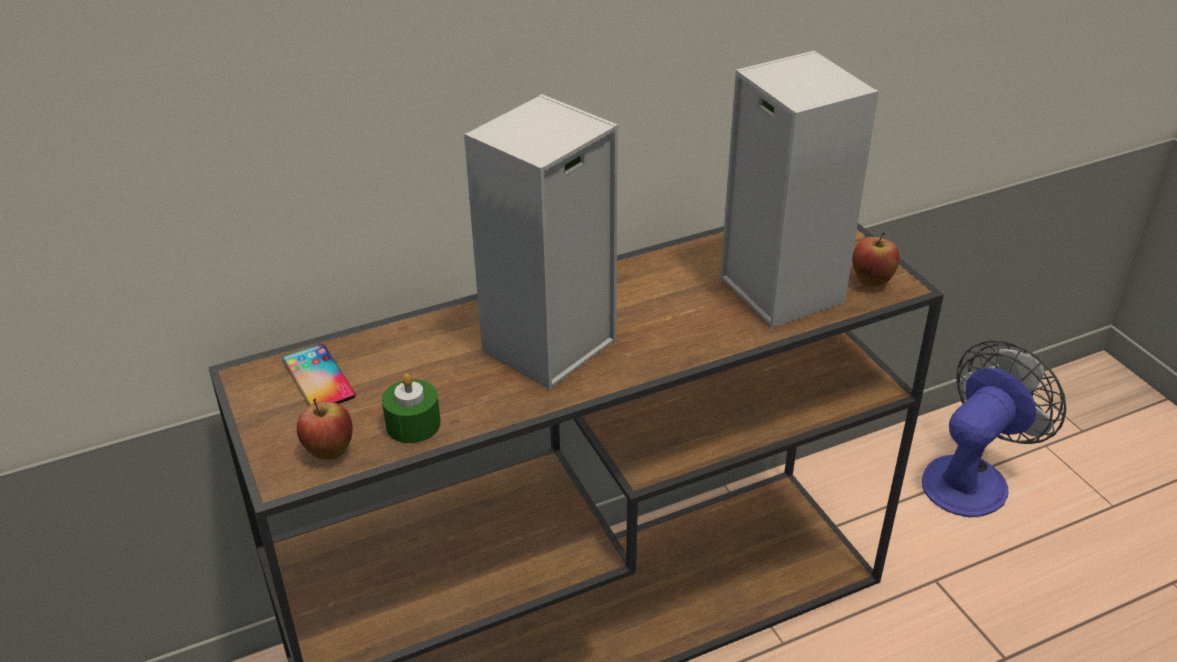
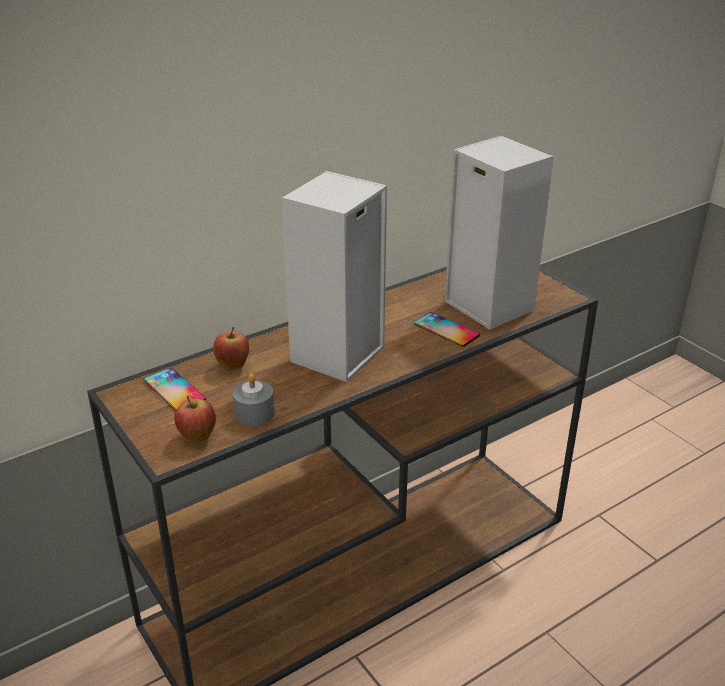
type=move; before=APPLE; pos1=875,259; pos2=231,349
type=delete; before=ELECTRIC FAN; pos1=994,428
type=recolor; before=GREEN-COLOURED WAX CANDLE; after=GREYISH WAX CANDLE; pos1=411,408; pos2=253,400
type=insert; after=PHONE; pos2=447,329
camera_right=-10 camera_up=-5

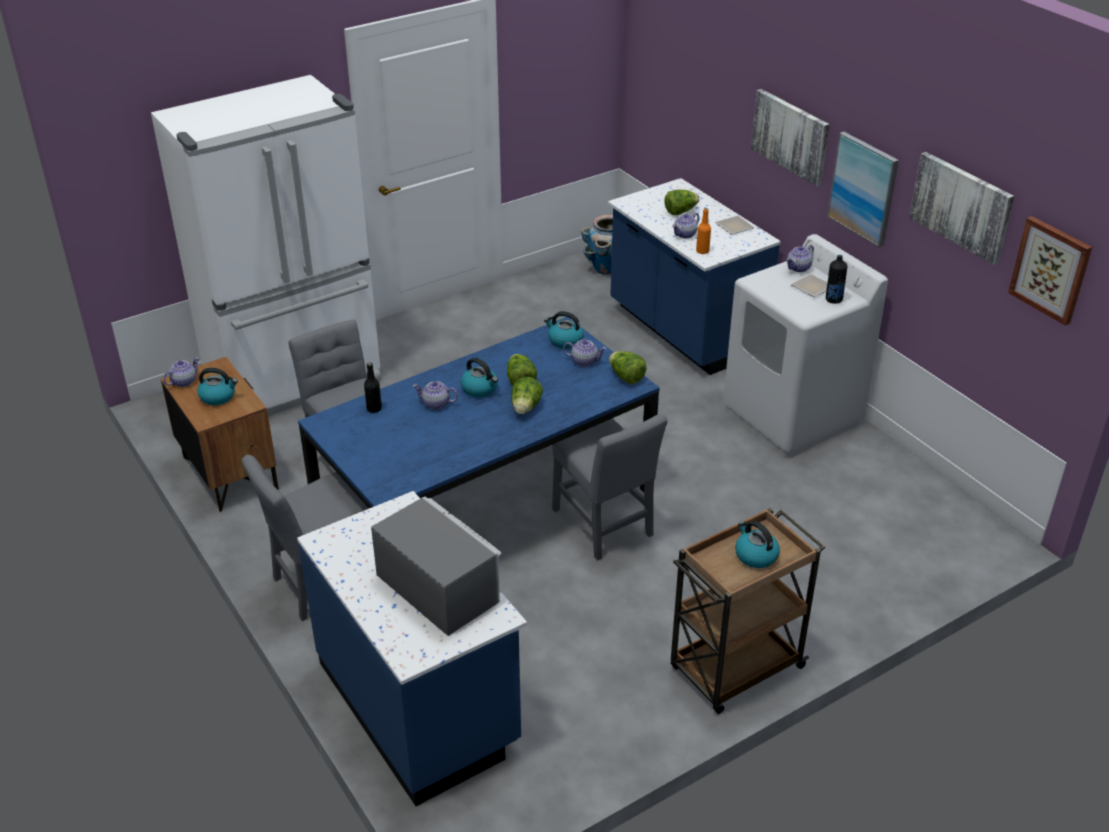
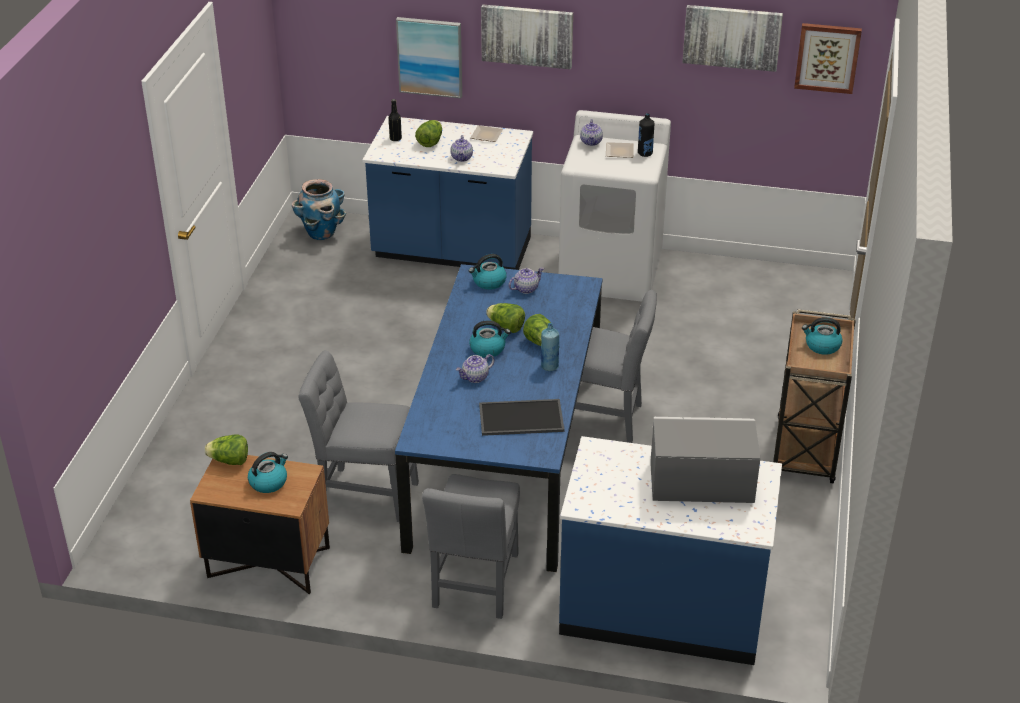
type=delete; before=WHITE-COLOURED FRIDGE; pos1=266,245
type=move; before=PICTURE; pos1=863,190; pos2=429,58
type=delete; before=ORANGE-COLOURED BEVERAGE BOTTLE; pos1=703,231
type=move; before=LETTUCE HEAD; pos1=628,367; pos2=226,450
type=delete; before=POT FOR TEA; pos1=181,372
type=move; before=BLACKISH BEVERAGE BOTTLE; pos1=373,387; pos2=395,120
type=insert; after=BLUE BEVERAGE BOTTLE; pos2=550,347
type=insert; after=SERVING TRAY; pos2=522,417
camera_right=-45 camera_up=0

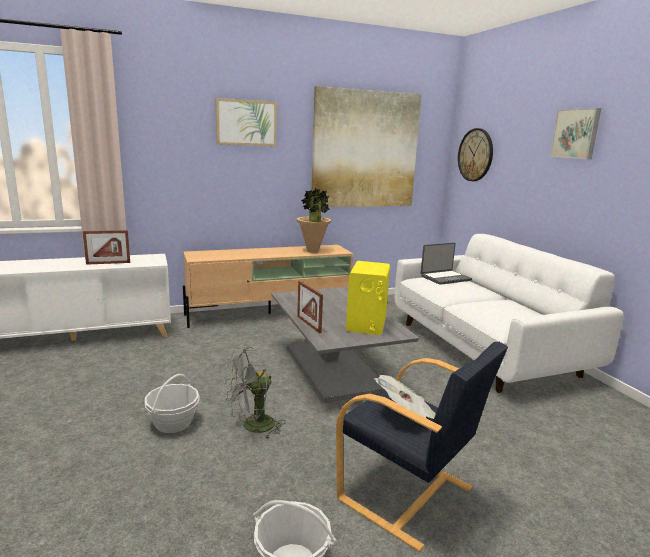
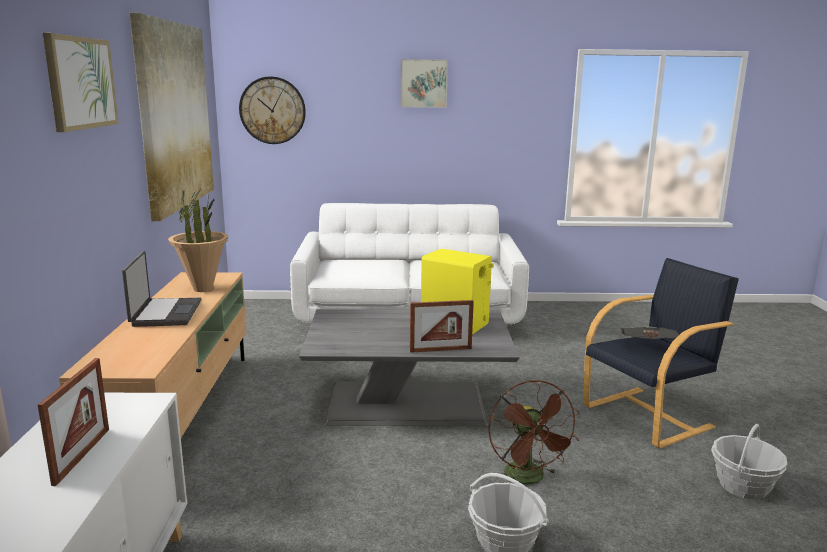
type=move; before=PORTABLE COMPUTER; pos1=446,264; pos2=161,289
type=recolor; before=GREYISH ELECTRIC FAN; after=BROWNISH ELECTRIC FAN; pos1=254,393; pos2=534,432
camera_right=-70 camera_up=0

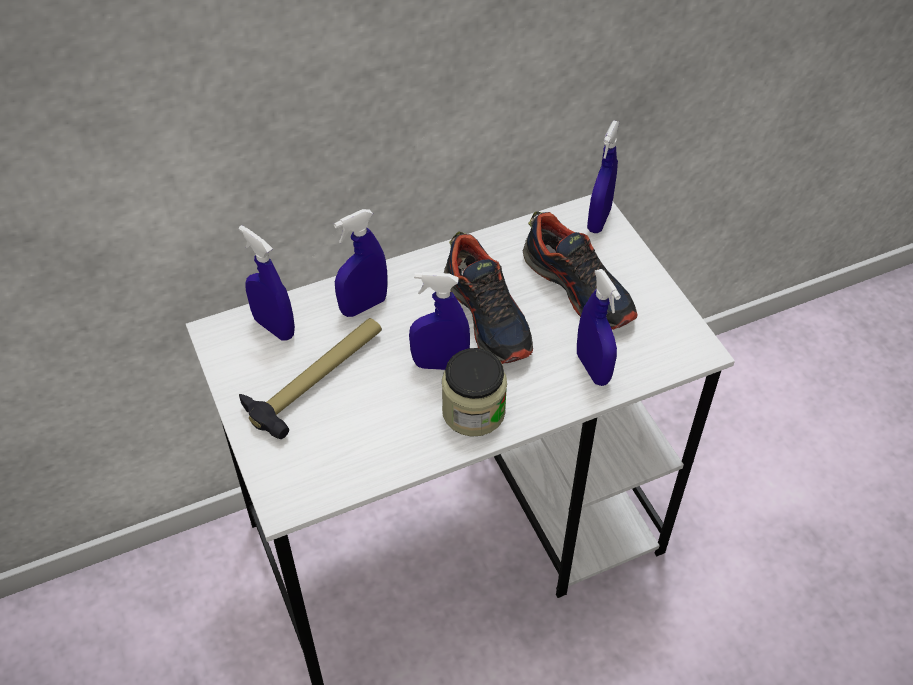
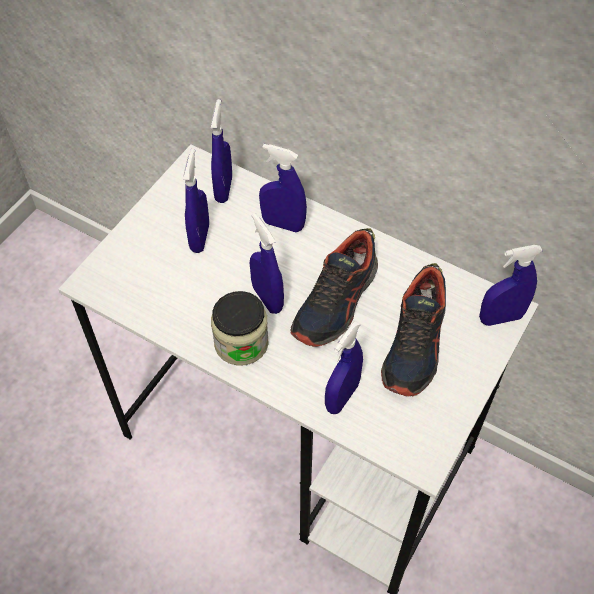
type=replace; before=HAND HAMMER; after=BLUE HAND SPRAYER; pos1=310,378; pos2=196,201
camera_right=55 camera_up=5

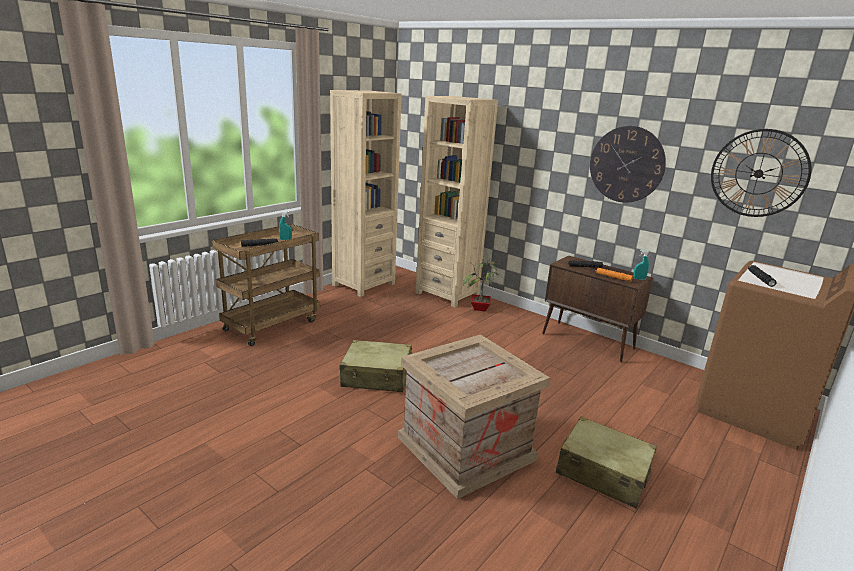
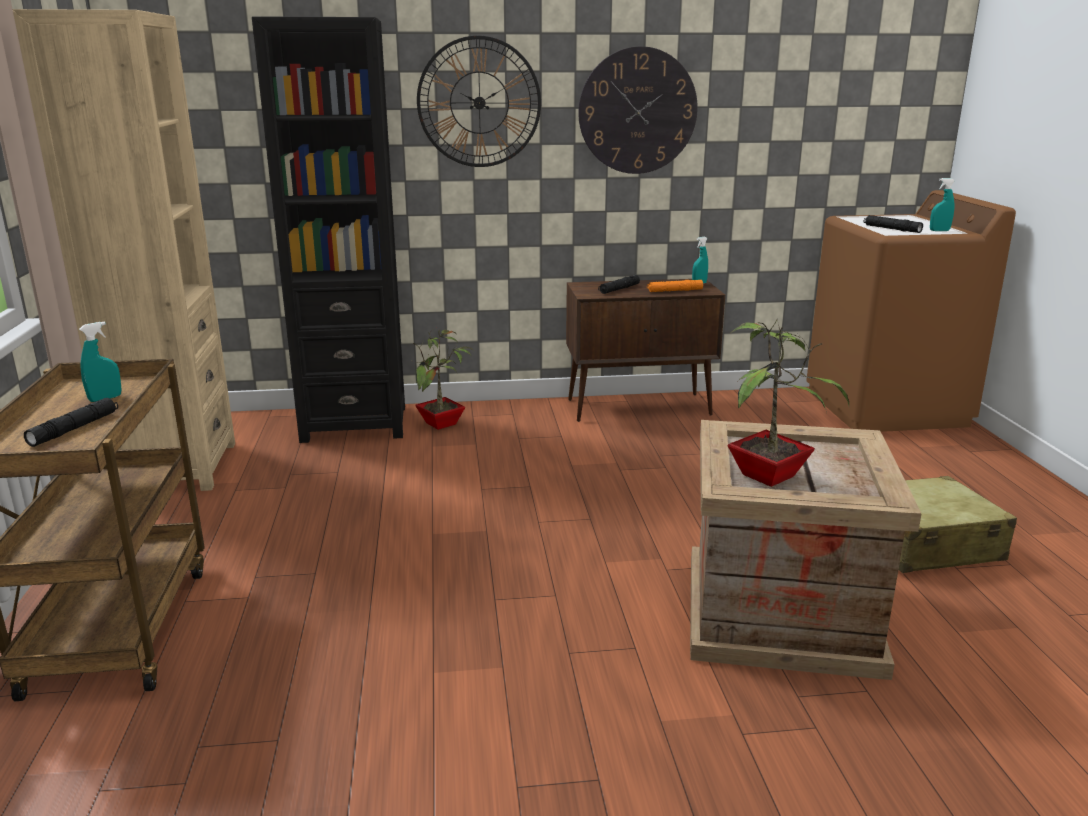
type=recolor; before=BEIGE-COLOURED SHELVING UNIT; after=BLACKISH SHELVING UNIT; pos1=457,201; pos2=328,229
type=move; before=HANGING CLOCK; pos1=761,173; pos2=479,101
type=delete; before=BEIGE-COLOURED TRAVEL CASE; pos1=376,366
type=insert; after=BLUE-GREEN HAND SPRAYER; pos2=942,204
type=insert; after=PLANT IN A POT; pos2=788,402
camera_right=-45 camera_up=0

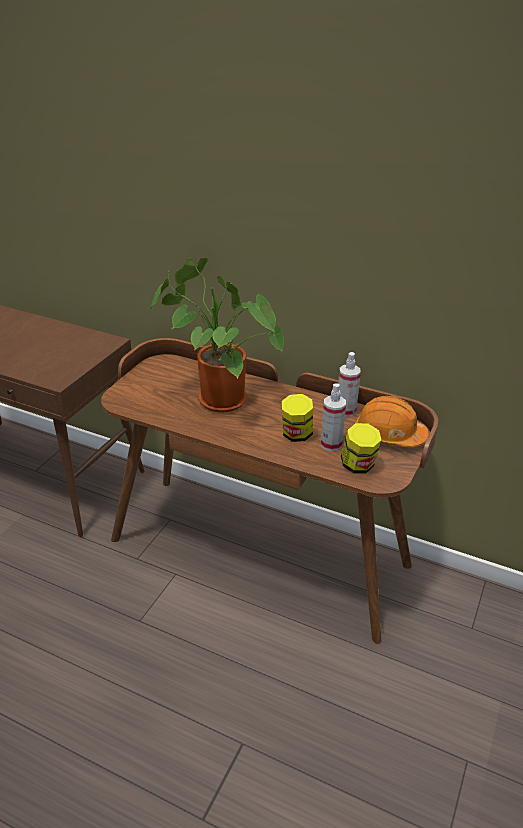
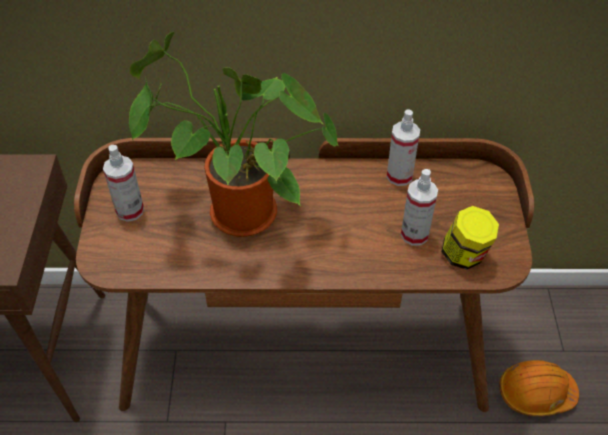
type=delete; before=JAR; pos1=297,418
type=move; before=ORANGE-COLOURED HARD HAT; pos1=392,421; pos2=539,388
type=insert; after=HAND SPRAYER; pos2=123,183
camera_right=-25 camera_up=15

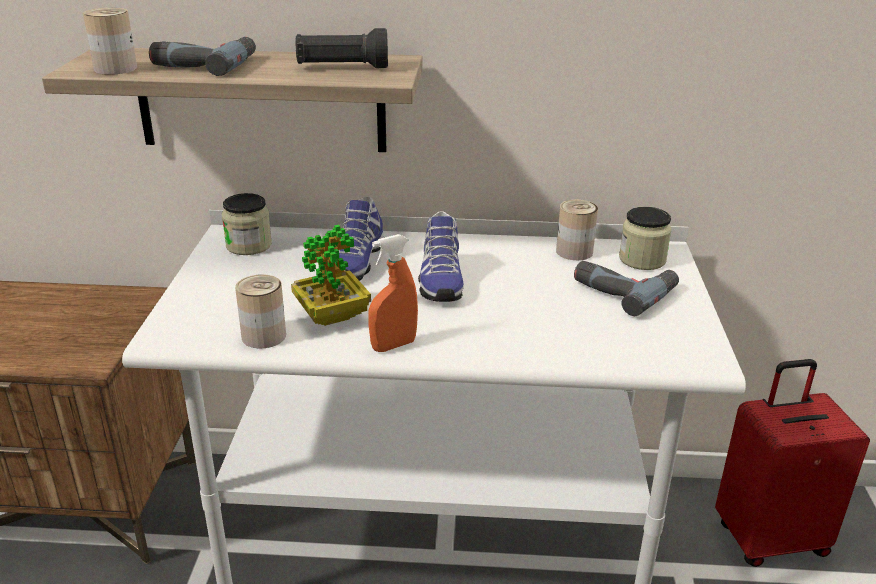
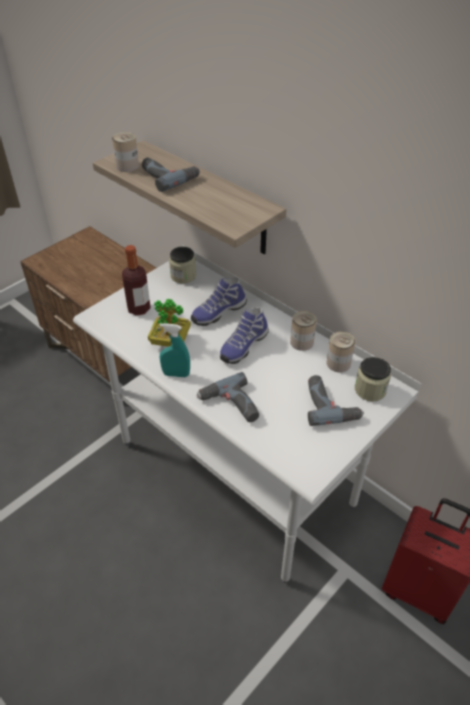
type=delete; before=BLACKISH TORCH; pos1=342,48
type=recolor; before=ORANGE-COLOURED HAND SPRAYER; after=BLUE-GREEN HAND SPRAYER; pos1=393,293; pos2=174,350
type=move; before=CAN; pos1=260,311; pos2=303,331
type=insert; after=BEVERAGE BOTTLE; pos2=136,280
type=insert; after=ELECTRIC DRILL; pos2=227,397
camera_right=40 camera_up=15

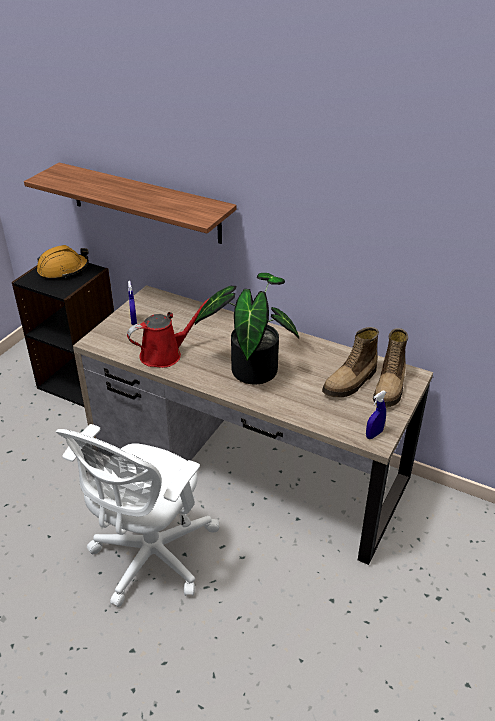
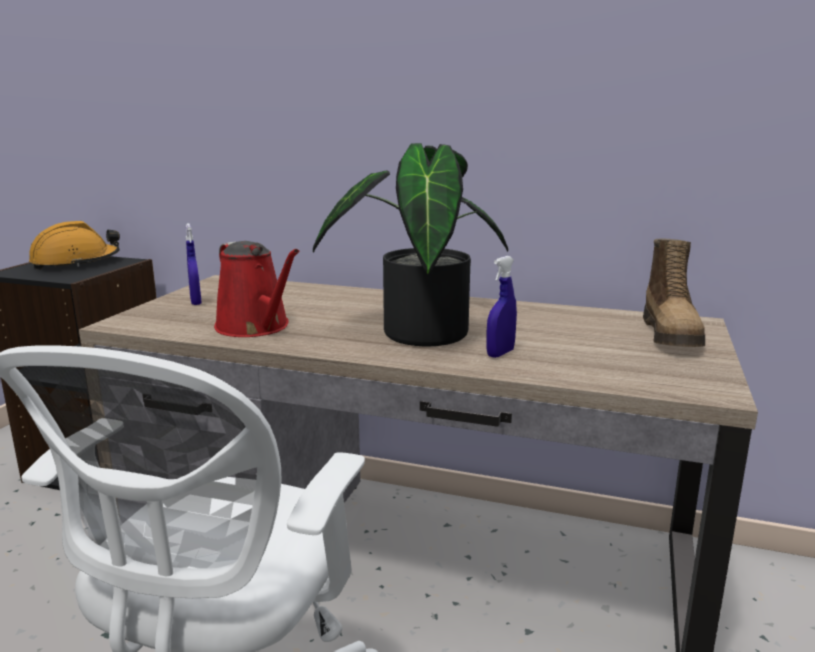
type=delete; before=SHELF; pos1=130,203
type=rotate; before=RED-COLOURED SPRINKLING CAN; pos1=168,333; pos2=257,289; turn=90
type=delete; before=TALL BOOT; pos1=350,362
type=move; before=BLUE HAND SPRAYER; pos1=376,415; pos2=501,307
camera_right=-10 camera_up=-20

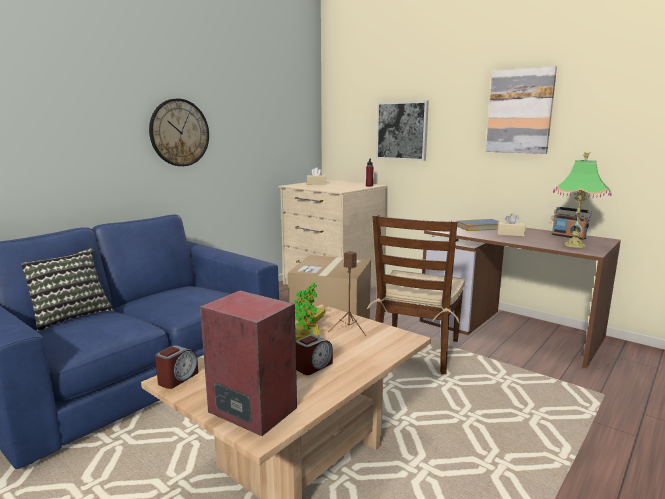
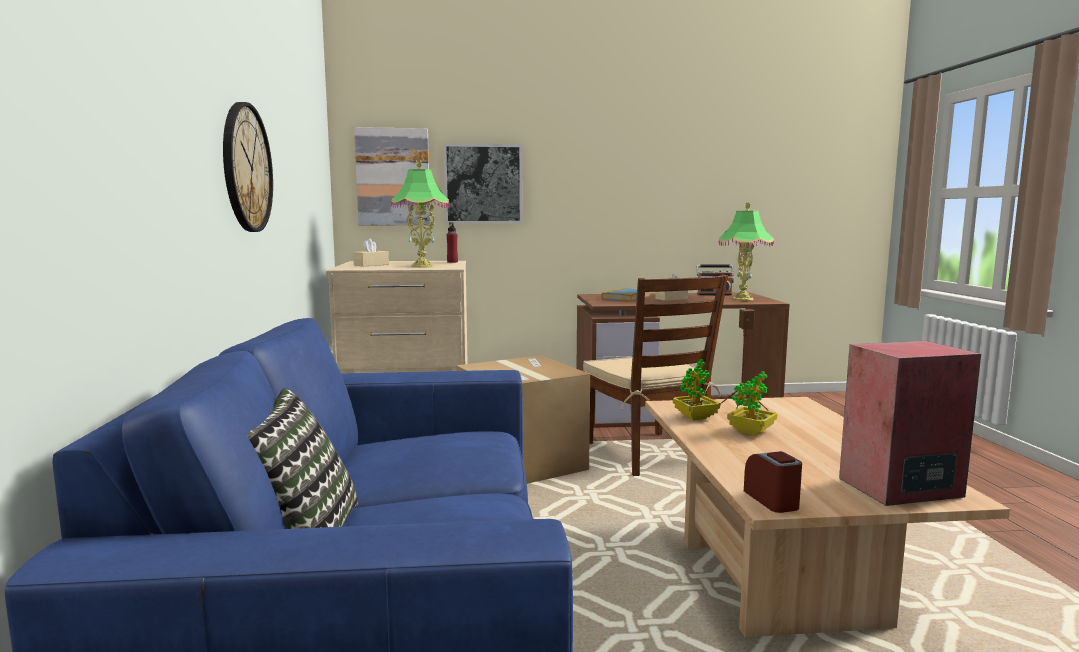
type=move; before=PICTURE; pos1=521,110; pos2=392,176
type=delete; before=ALARM CLOCK; pos1=314,355
type=insert; after=TABLETOP LAMP; pos2=420,214
camera_right=-45 camera_up=-5

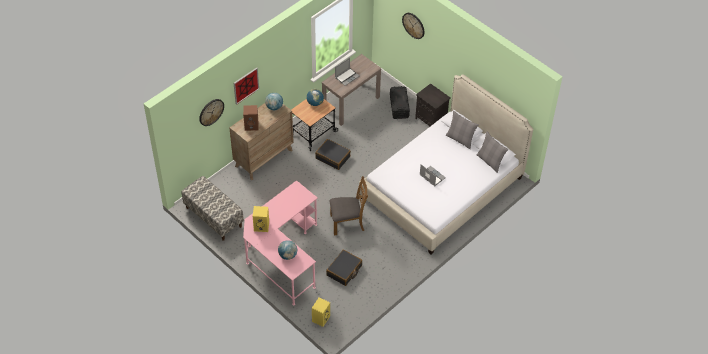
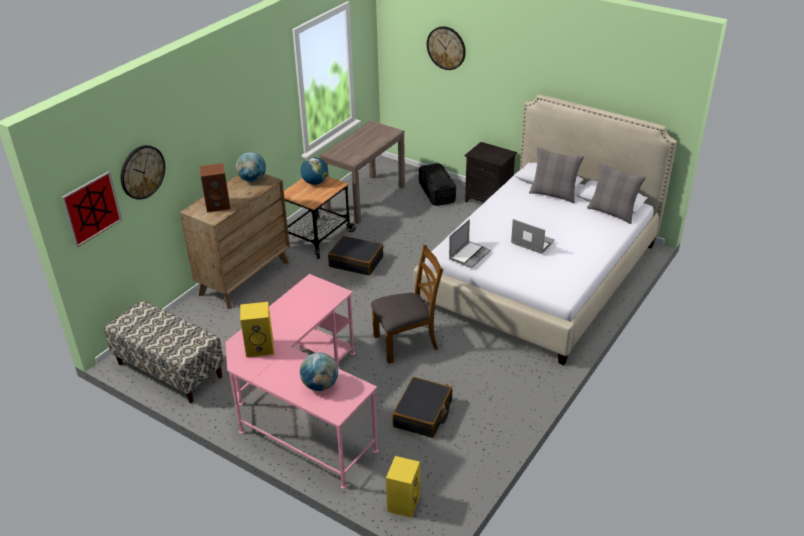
type=move; before=PORTABLE COMPUTER; pos1=347,72; pos2=470,243
type=move; before=PICTURE; pos1=246,86; pos2=91,209
camera_right=-10 camera_up=-15

